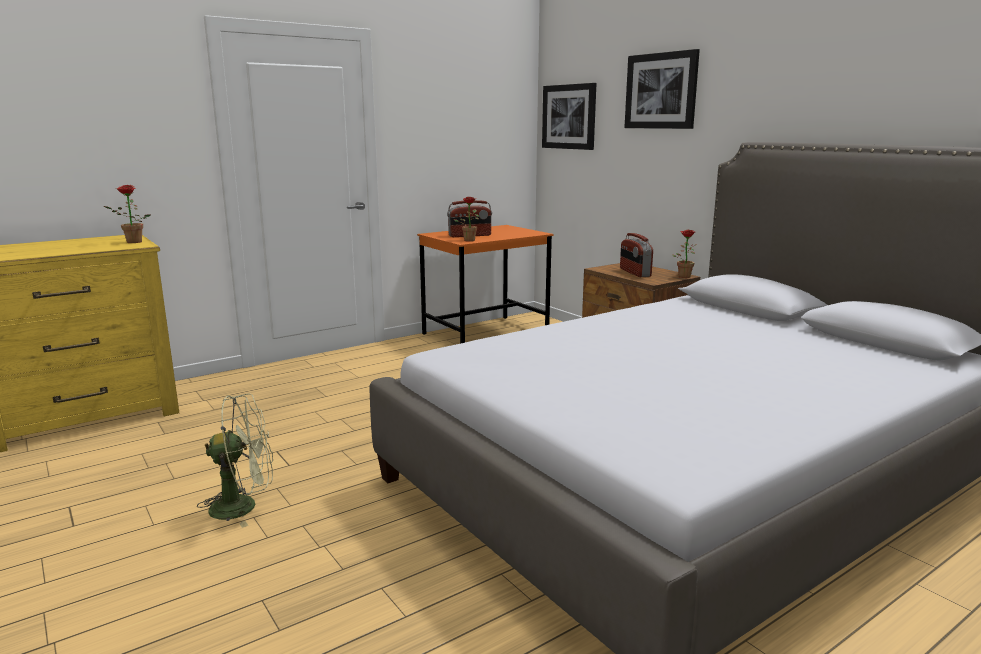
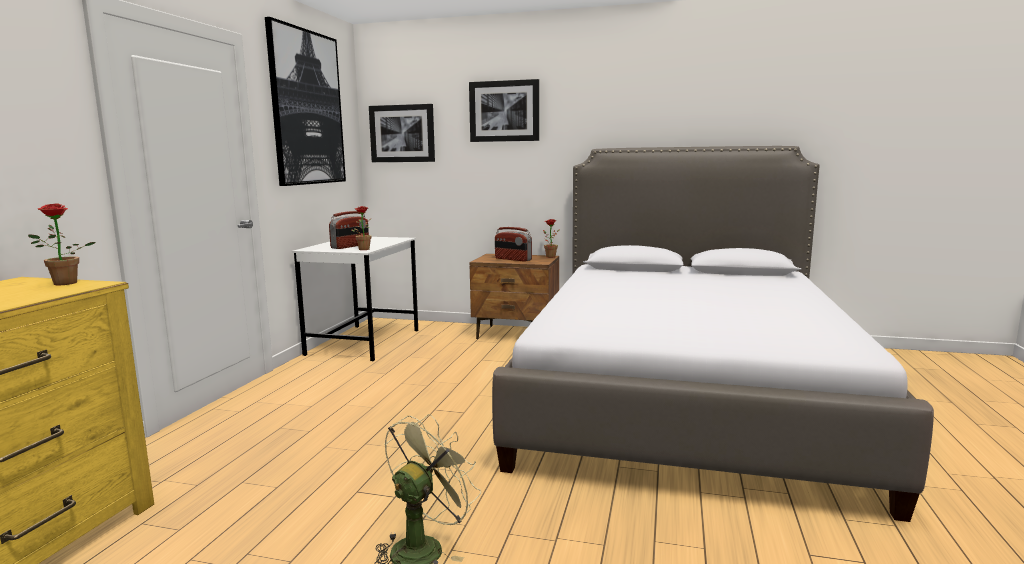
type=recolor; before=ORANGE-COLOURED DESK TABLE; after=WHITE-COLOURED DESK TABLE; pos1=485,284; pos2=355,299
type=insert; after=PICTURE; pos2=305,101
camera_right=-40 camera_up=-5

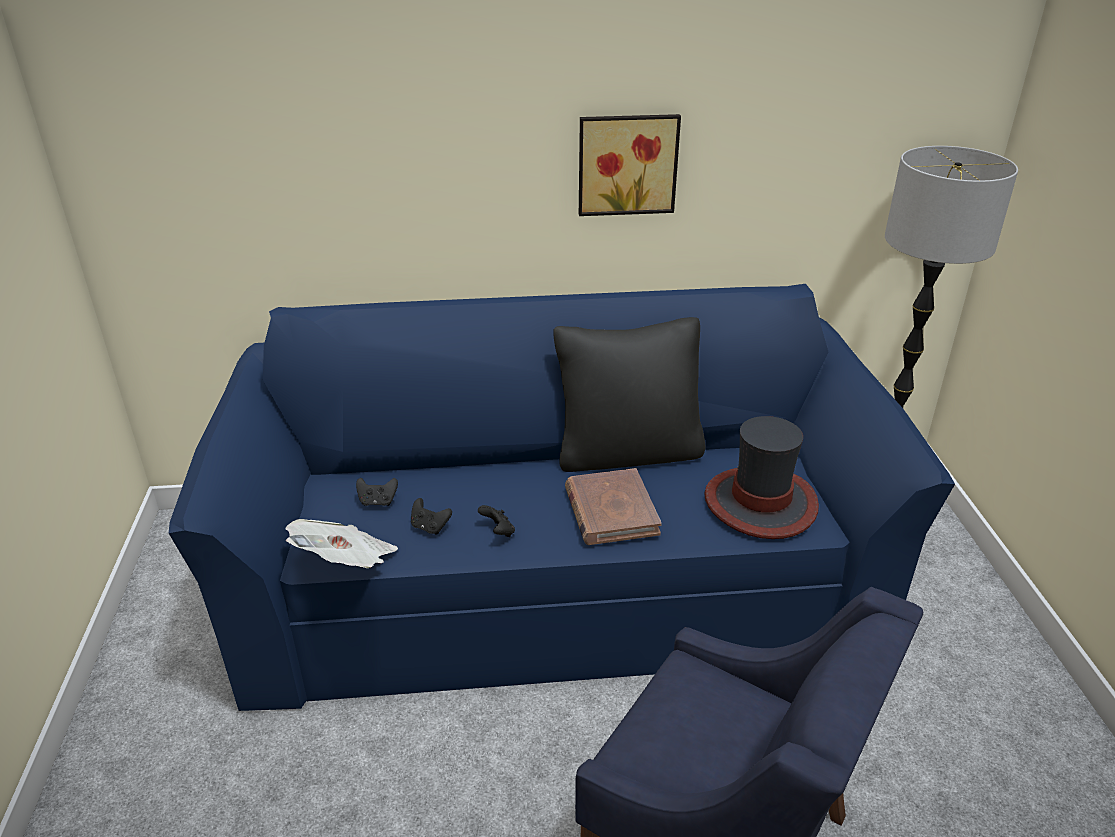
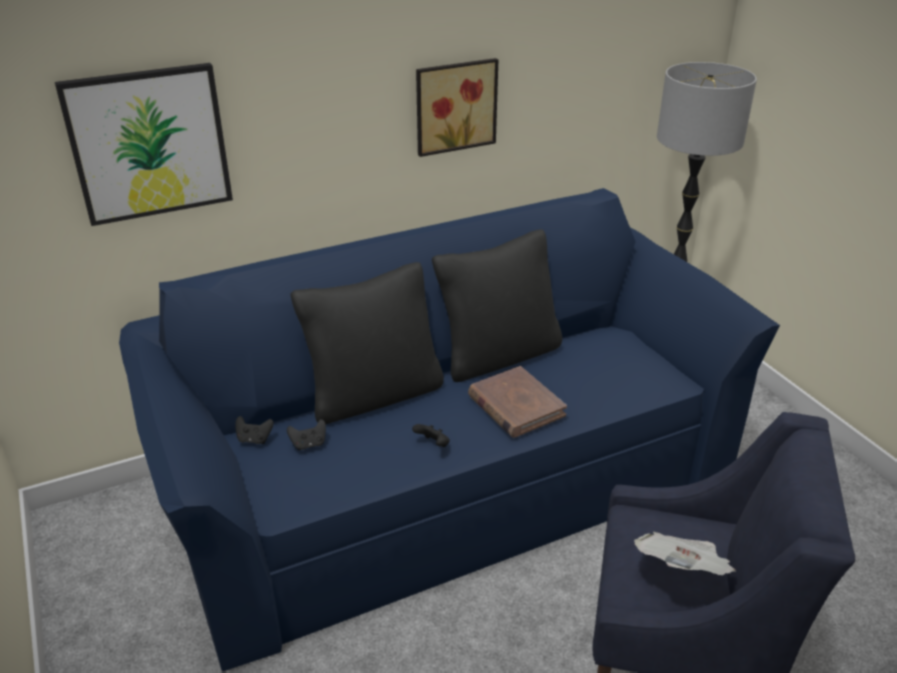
type=delete; before=CLOTHING HAT; pos1=761,477
type=move; before=BLACKISH JOYPAD; pos1=431,516; pos2=254,430
type=move; before=DAILY PAPER; pos1=342,543; pos2=685,553
type=insert; after=PICTURE; pos2=144,144
type=insert; after=BLACKISH CUSHION; pos2=367,343
camera_right=-20 camera_up=0

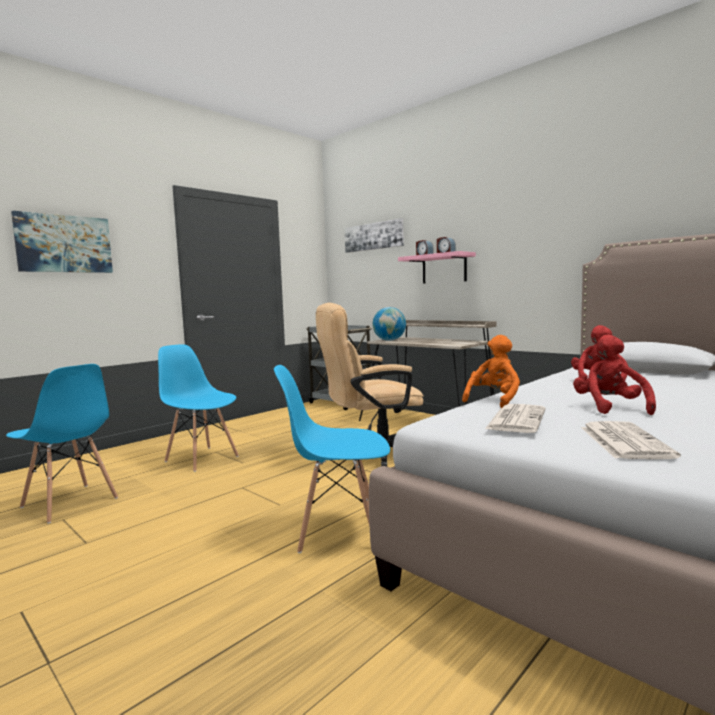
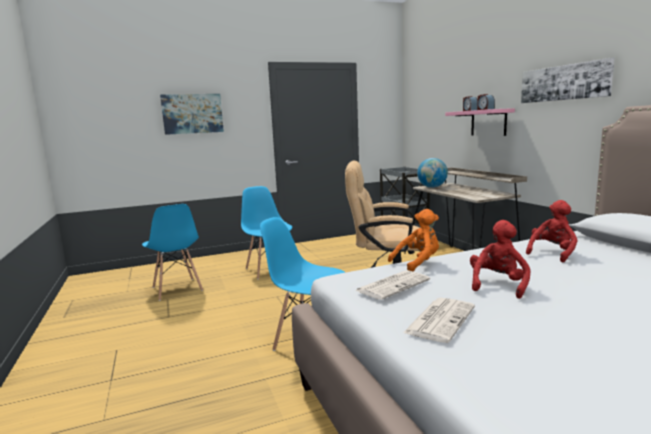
type=move; before=PICTURE; pos1=374,235; pos2=568,80
camera_right=25 camera_up=5

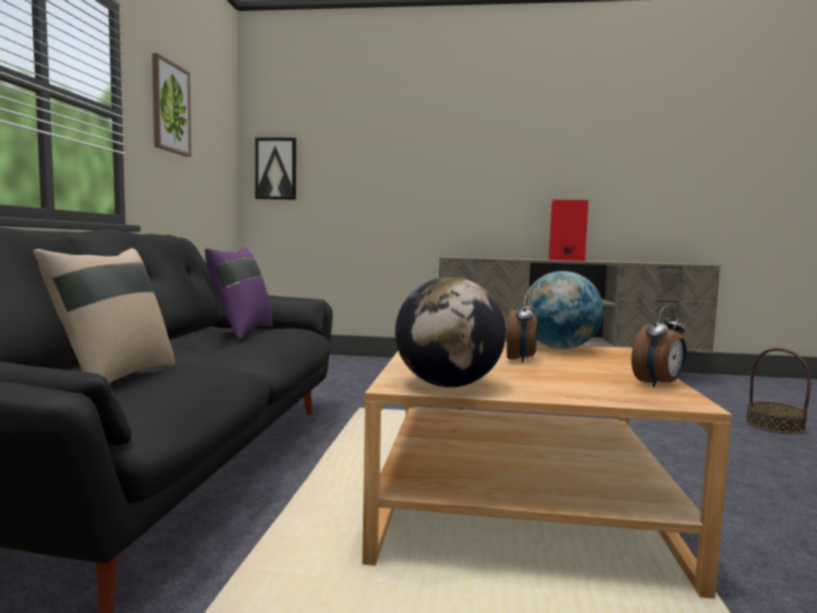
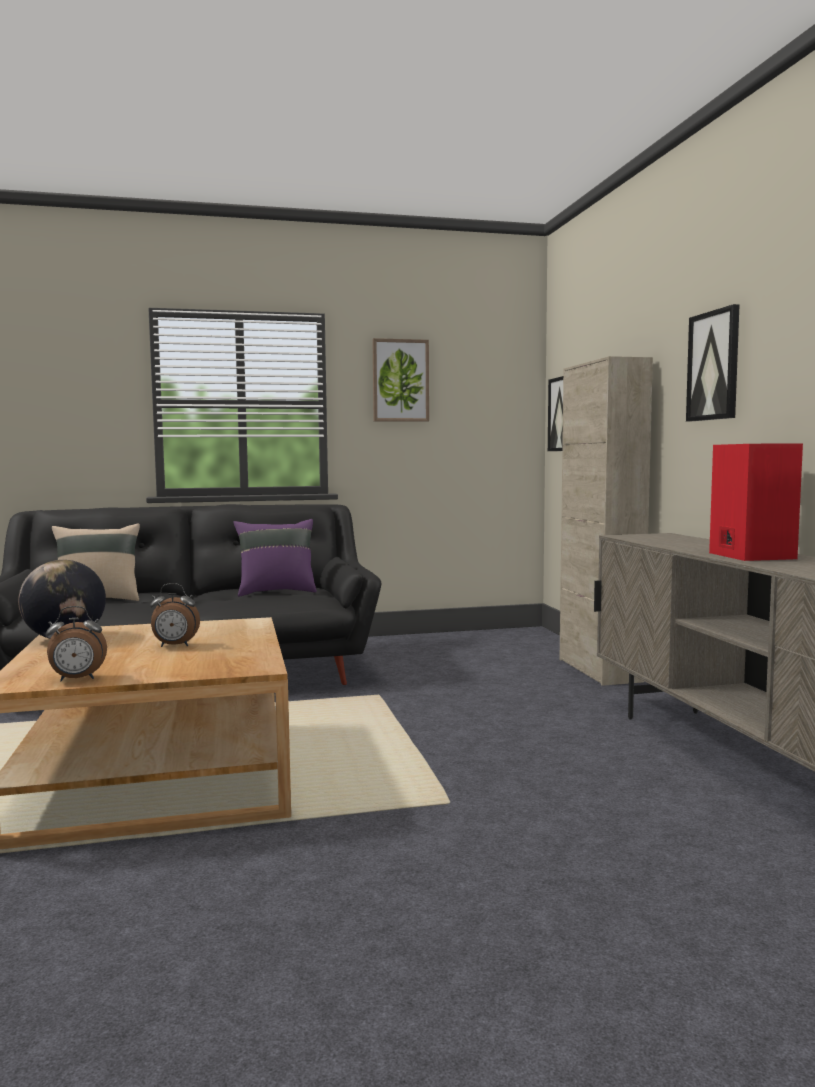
type=delete; before=GLOBE; pos1=563,310
type=rotate; before=ALARM CLOCK; pos1=659,346; pos2=76,643; turn=-45
type=delete; before=STORAGE BASKET; pos1=778,391
type=insert; after=PICTURE; pos2=712,362
type=insert; after=BEIGE-COLOURED CABINET; pos2=606,521
camera_right=70 camera_up=0

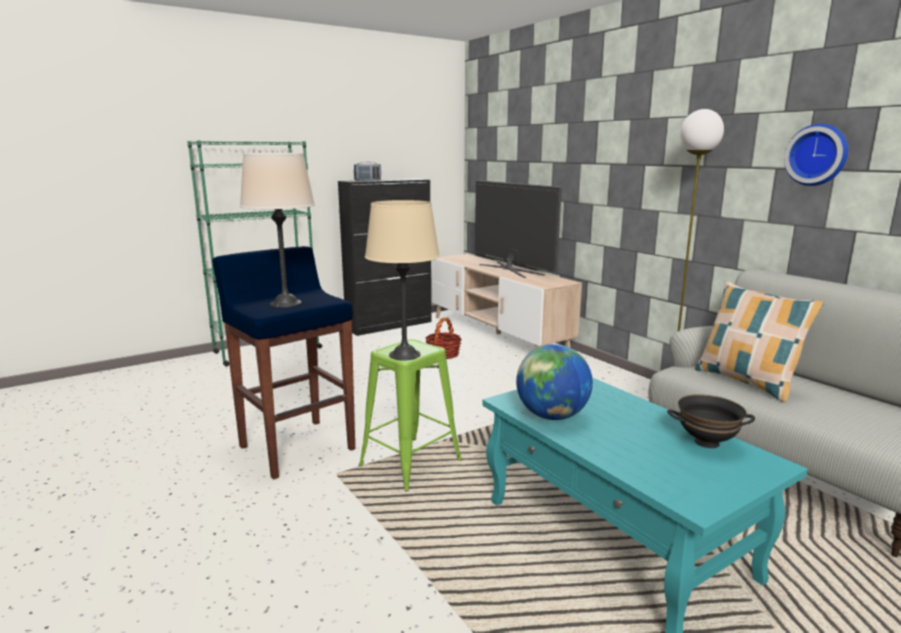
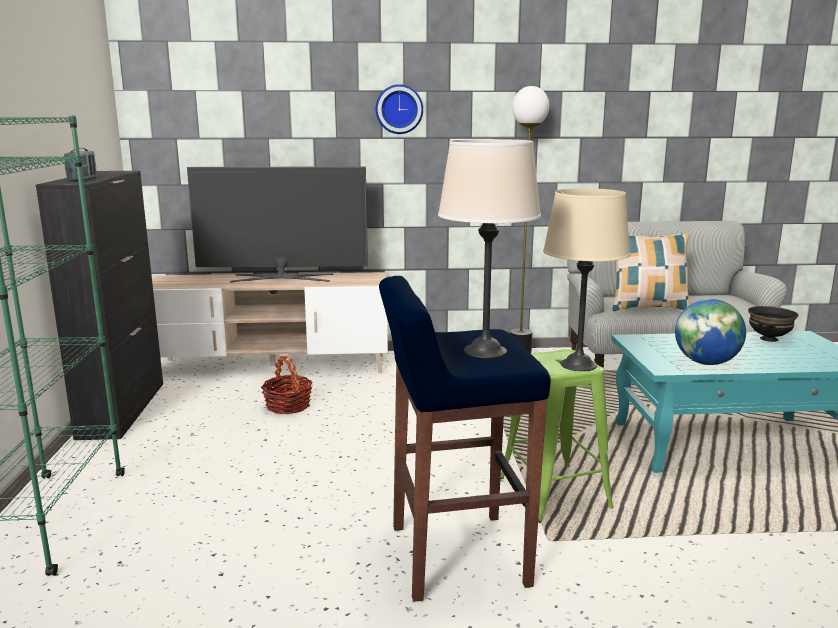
type=move; before=HANGING CLOCK; pos1=816,155; pos2=399,109
camera_right=-60 camera_up=0

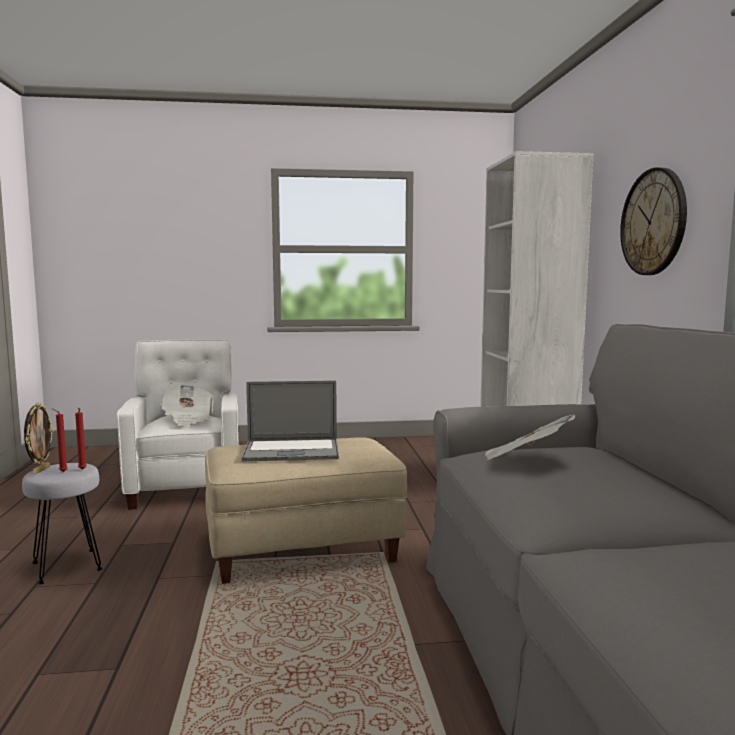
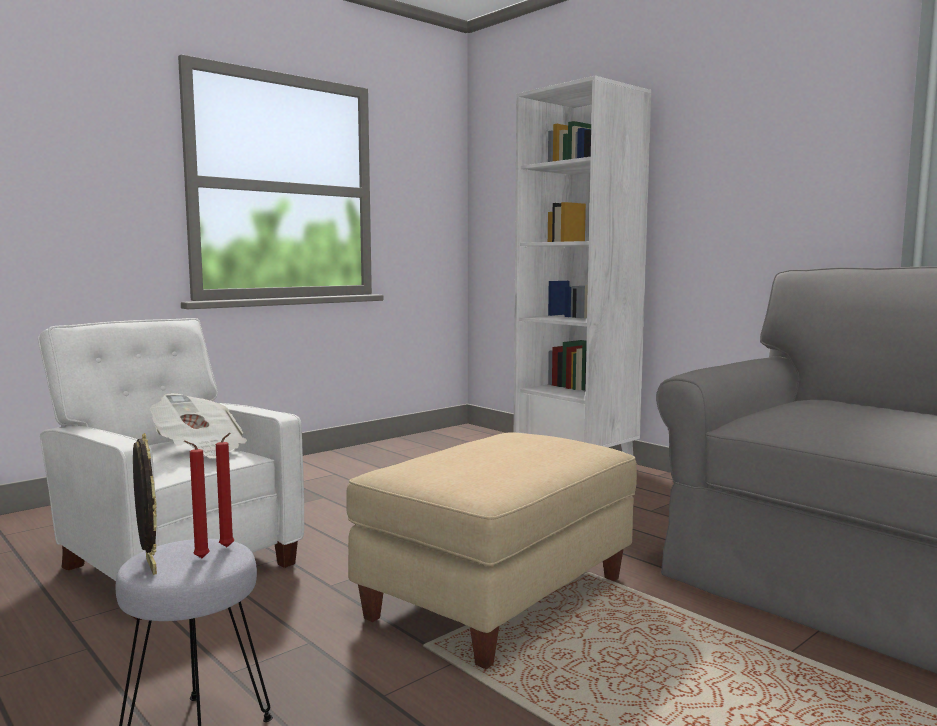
type=delete; before=HANGING CLOCK; pos1=653,221
type=delete; before=PORTABLE COMPUTER; pos1=290,421
type=delete; before=DAILY PAPER; pos1=530,437
camera_right=-35 camera_up=0

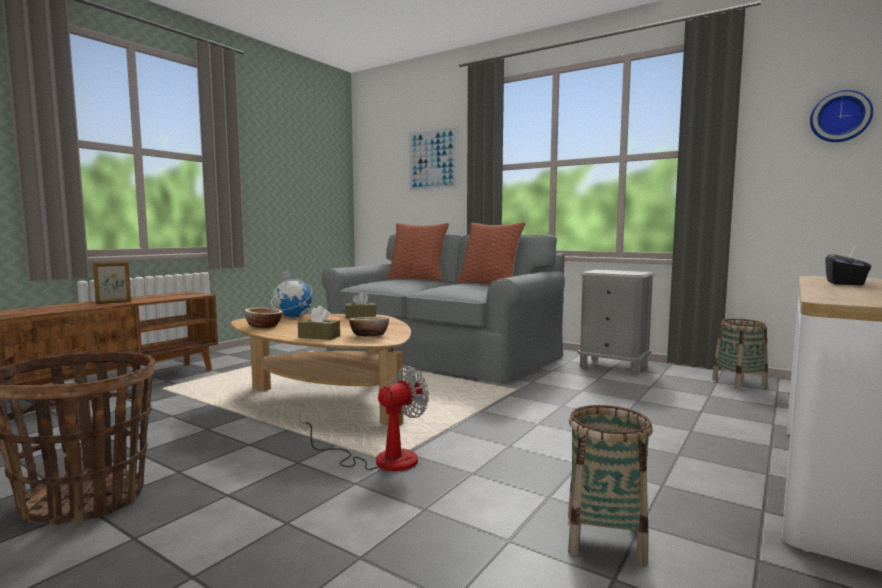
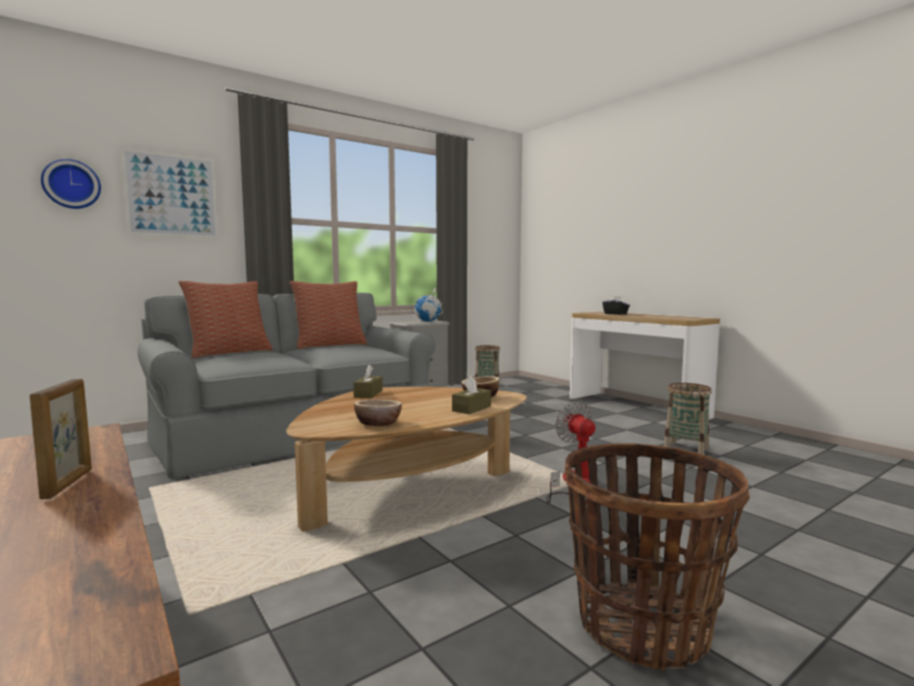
type=move; before=HANGING CLOCK; pos1=841,116; pos2=71,184
type=move; before=GLOBE; pos1=291,293; pos2=428,305
camera_right=-70 camera_up=0

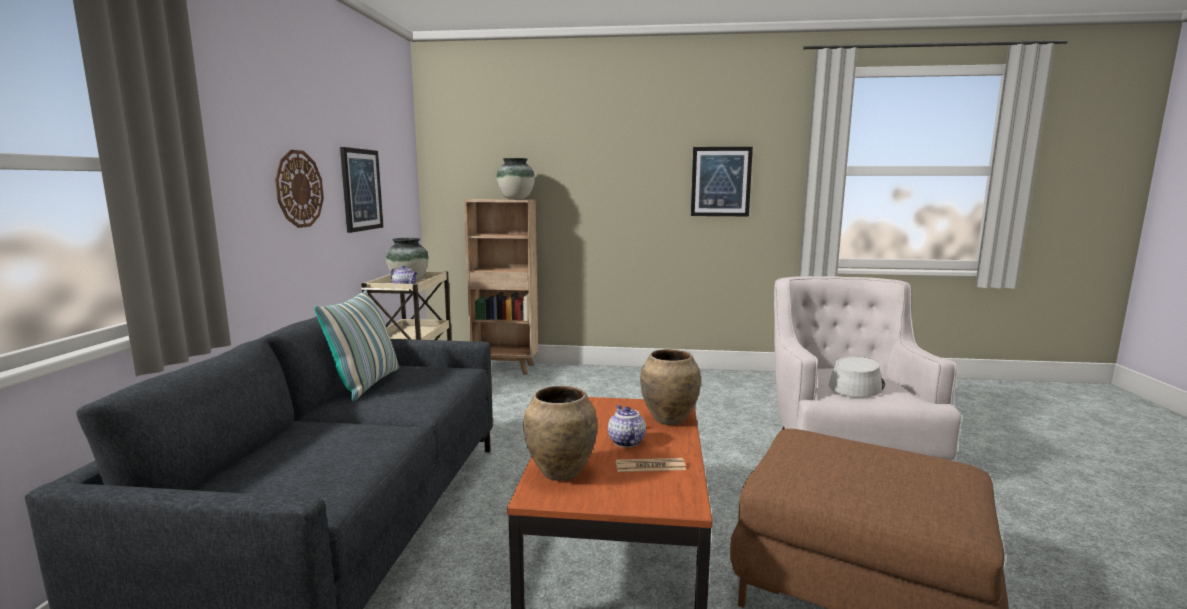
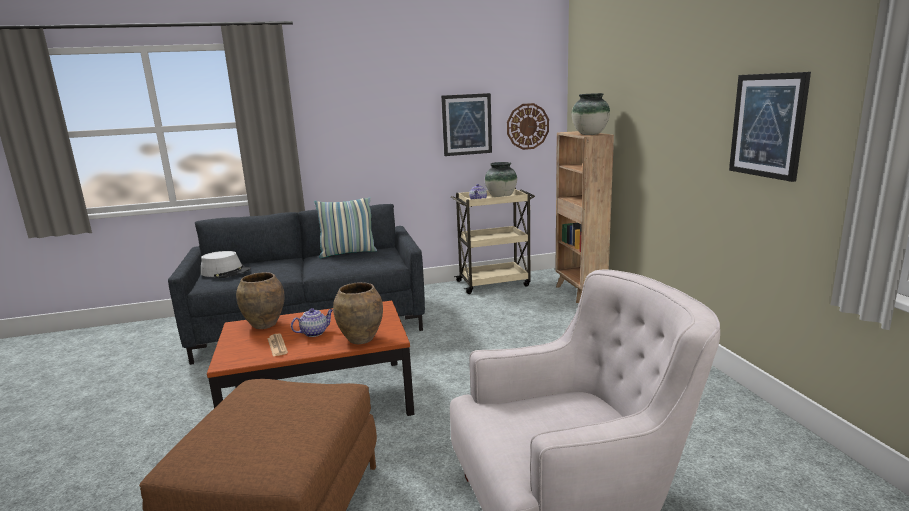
type=move; before=HANGING CLOCK; pos1=299,189; pos2=528,126
type=move; before=GREYISH CLOTHING HAT; pos1=857,377; pos2=226,264
camera_right=70 camera_up=5

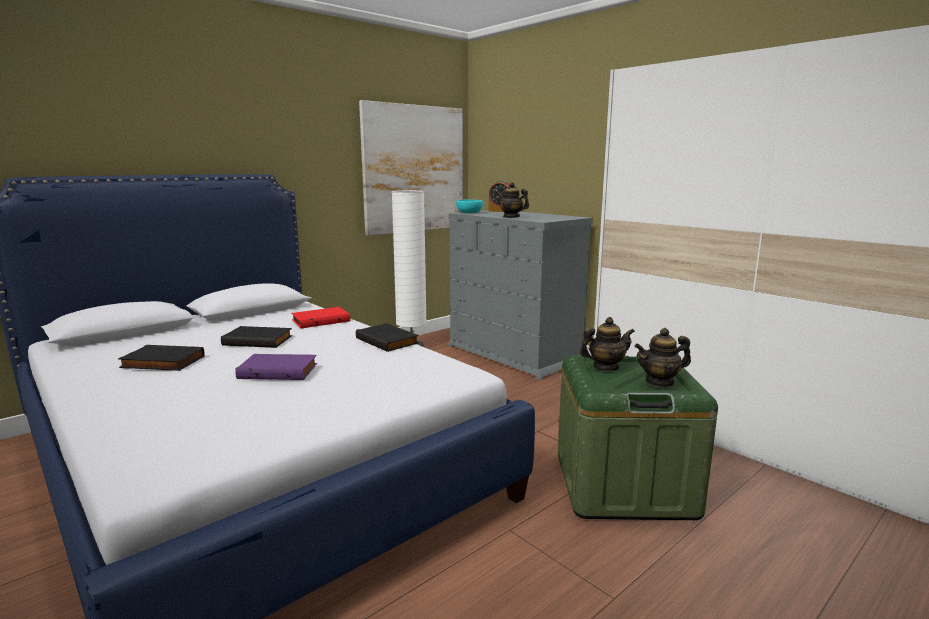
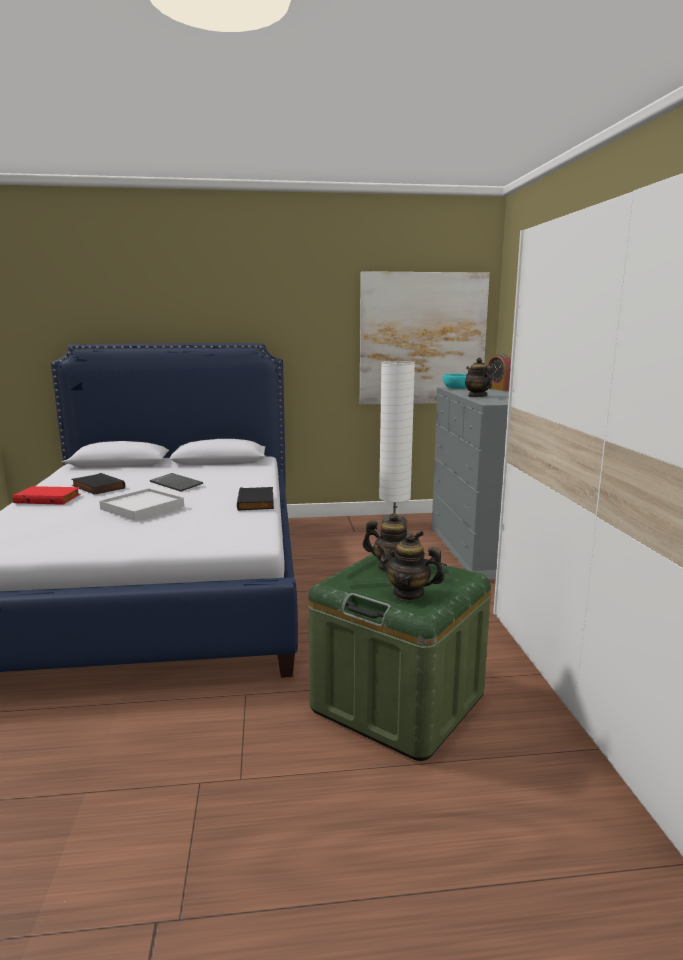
type=move; before=RED-COLOURED BOUND BOOK; pos1=320,318; pos2=46,495
type=replace; before=BLACKISH BOUND BOOK; after=PC KEYBOARD; pos1=256,337; pos2=176,482
type=replace; before=PURPLE BOUND BOOK; after=WHITE-COLOURED SERVING TRAY; pos1=276,367; pos2=141,504
camera_right=35 camera_up=0

